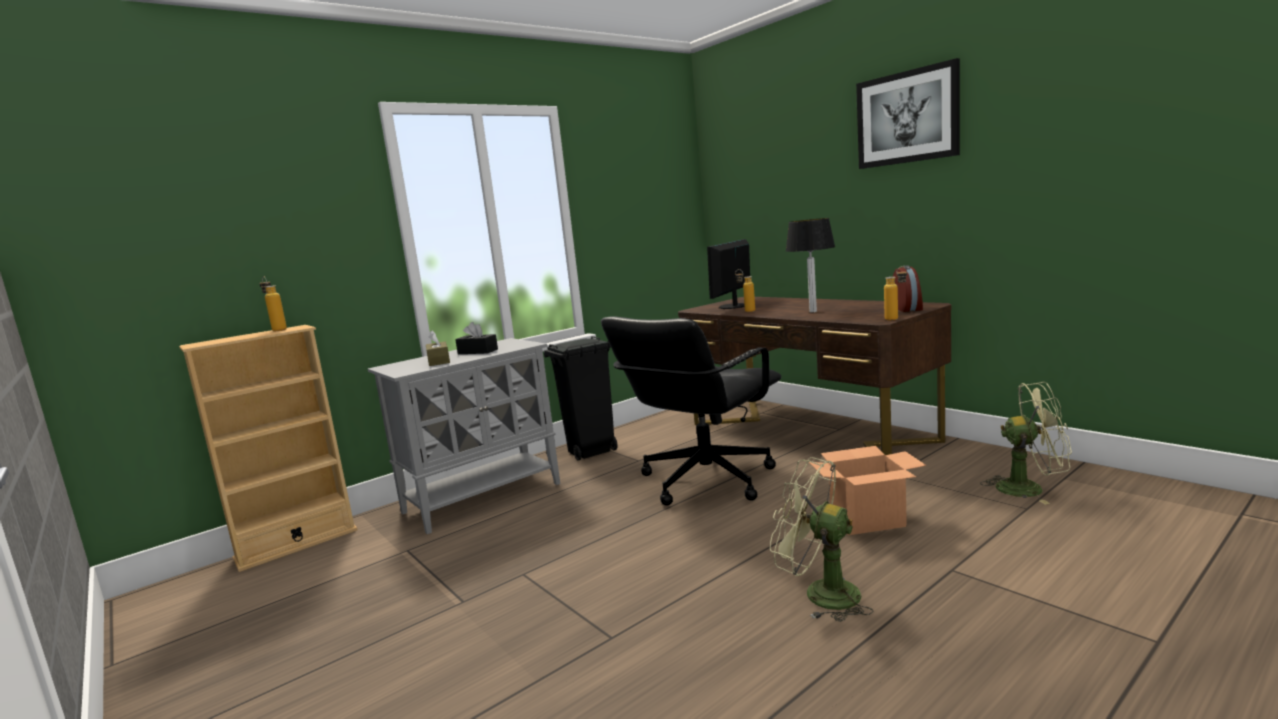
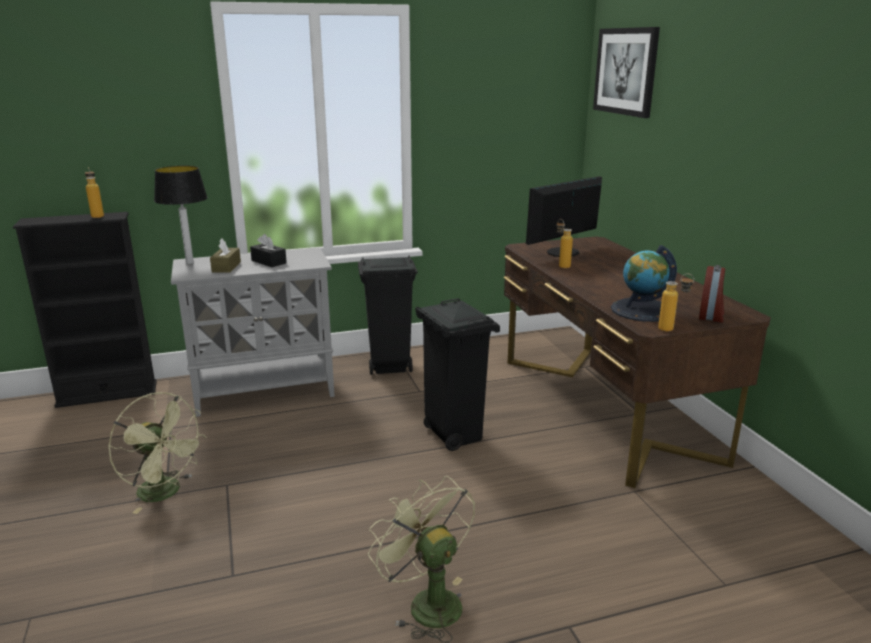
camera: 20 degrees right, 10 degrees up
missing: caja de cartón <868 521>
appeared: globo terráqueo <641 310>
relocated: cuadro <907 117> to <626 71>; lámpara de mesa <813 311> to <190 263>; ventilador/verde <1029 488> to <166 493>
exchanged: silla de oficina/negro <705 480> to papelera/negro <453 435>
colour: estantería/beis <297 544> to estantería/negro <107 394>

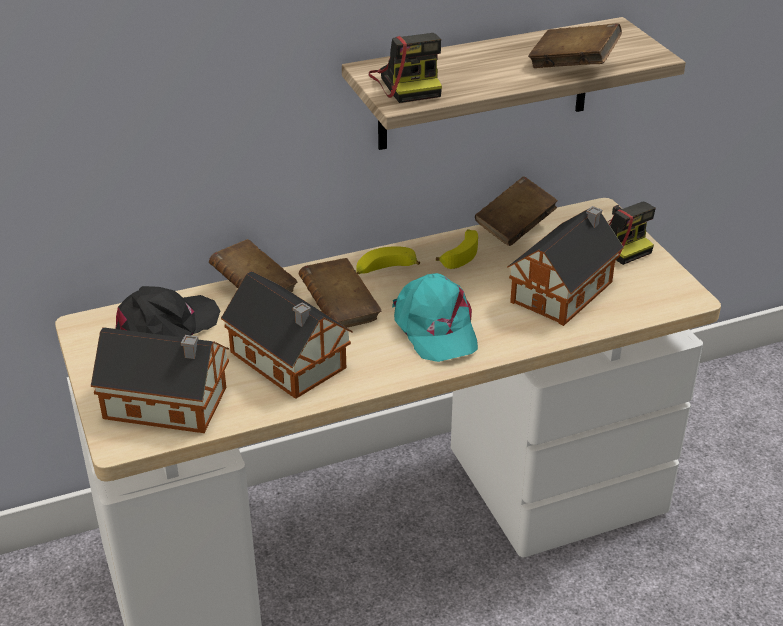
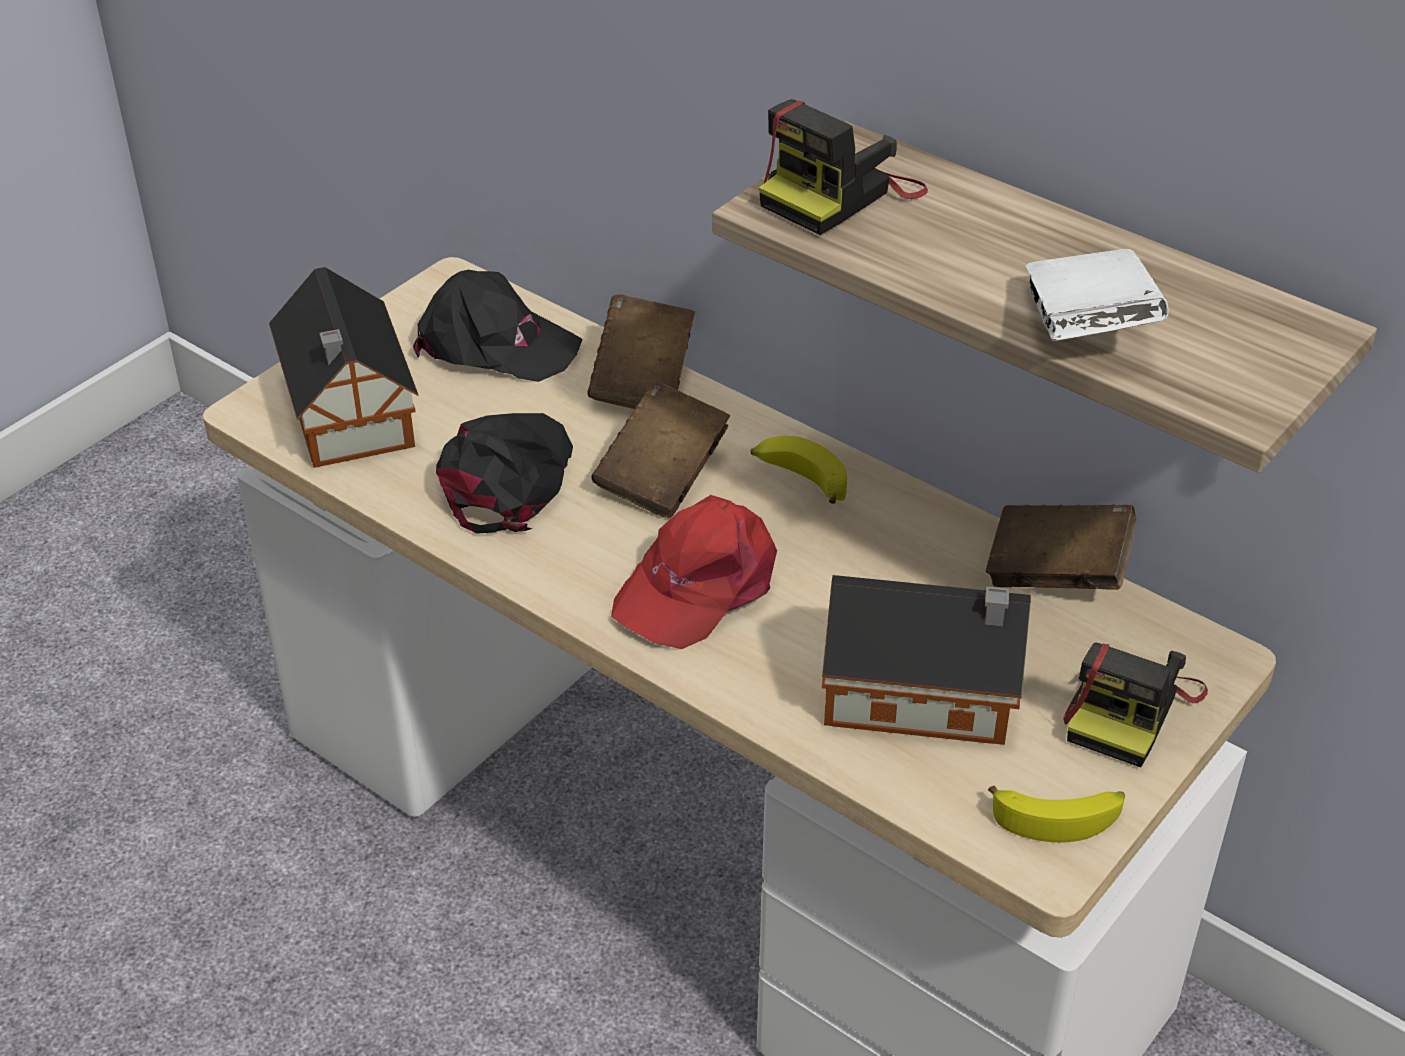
camera: 60 degrees right, 5 degrees up
relocated: plátano <459 253> to <1058 817>
exchanged: casita <290 363> to gorra/negro <507 479>
colour: libro/marrón <573 66> to libro/blanco <1087 329>; gorra/turquesa <435 328> to gorra/rojo <699 585>

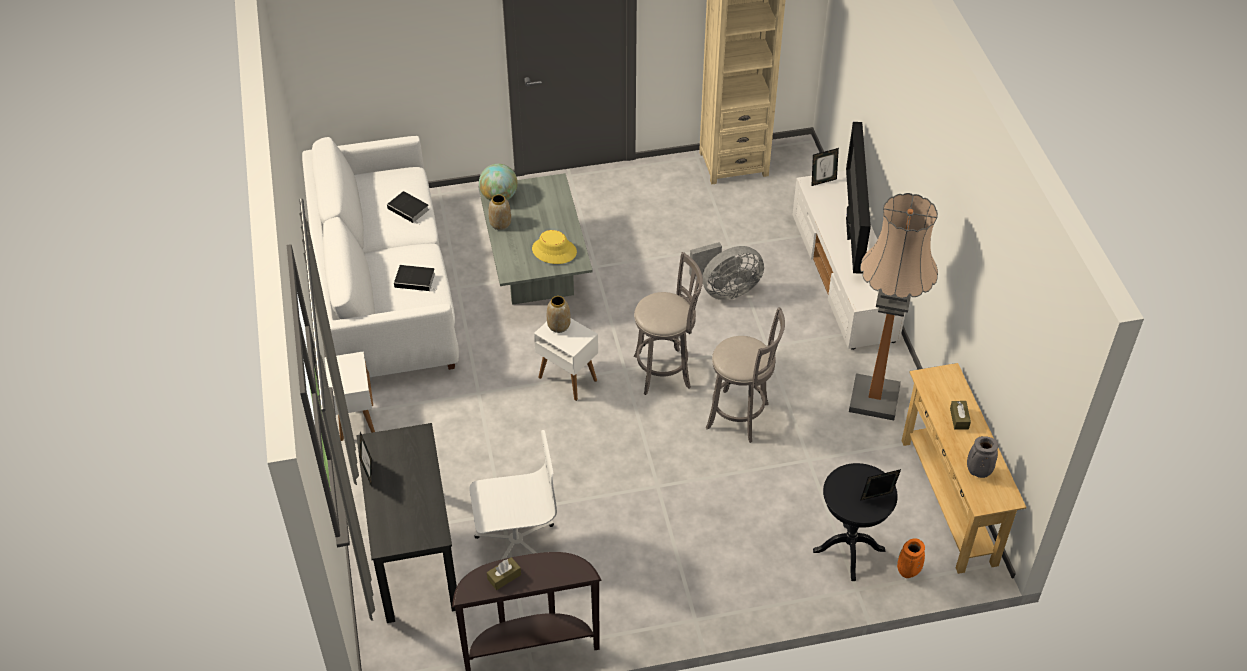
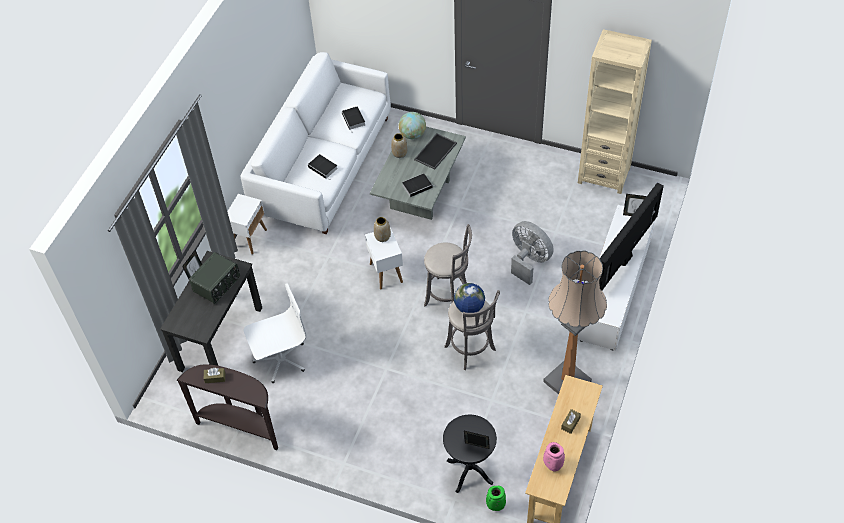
camera: 35 degrees right, 5 degrees up
appeared: bandeja <436 152>; radio <217 285>; globo terráqueo <469 307>
exchanged: sombrero/amarillo <554 251> to libro <418 186>
colour: florero/gris <978 472> to florero/rosa <552 465>; florero/naranja <908 572> to florero/verde <495 506>
spun: ventilador/gris <725 290> = <529 261> 150 degrees counterclockwise; silla de oficina/blanco <515 541> = <280 359> 45 degrees counterclockwise

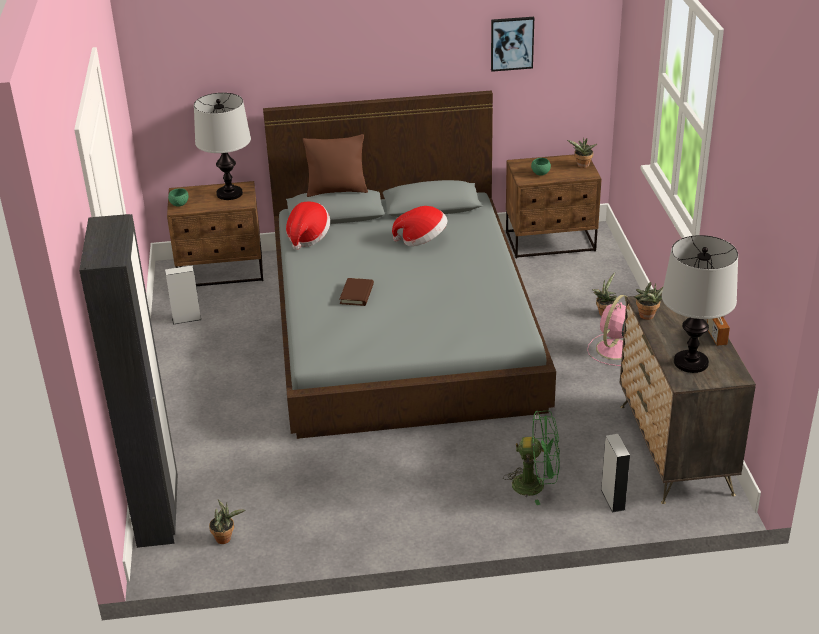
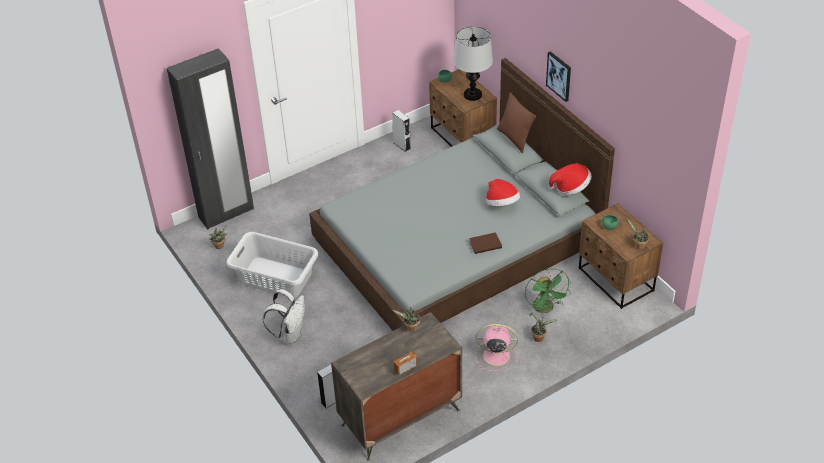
camera: 65 degrees right, 10 degrees up
missing: lámpara de mesa <691 362>
appeared: cesto de la ropa/gris <275 277>; mochila/blanco <290 334>
relocated: cuadro <511 43> to <559 76>; sombrero <307 237> to <571 188>; libro/marrón <357 294> to <485 245>; ventilador/verde <536 485> to <546 309>

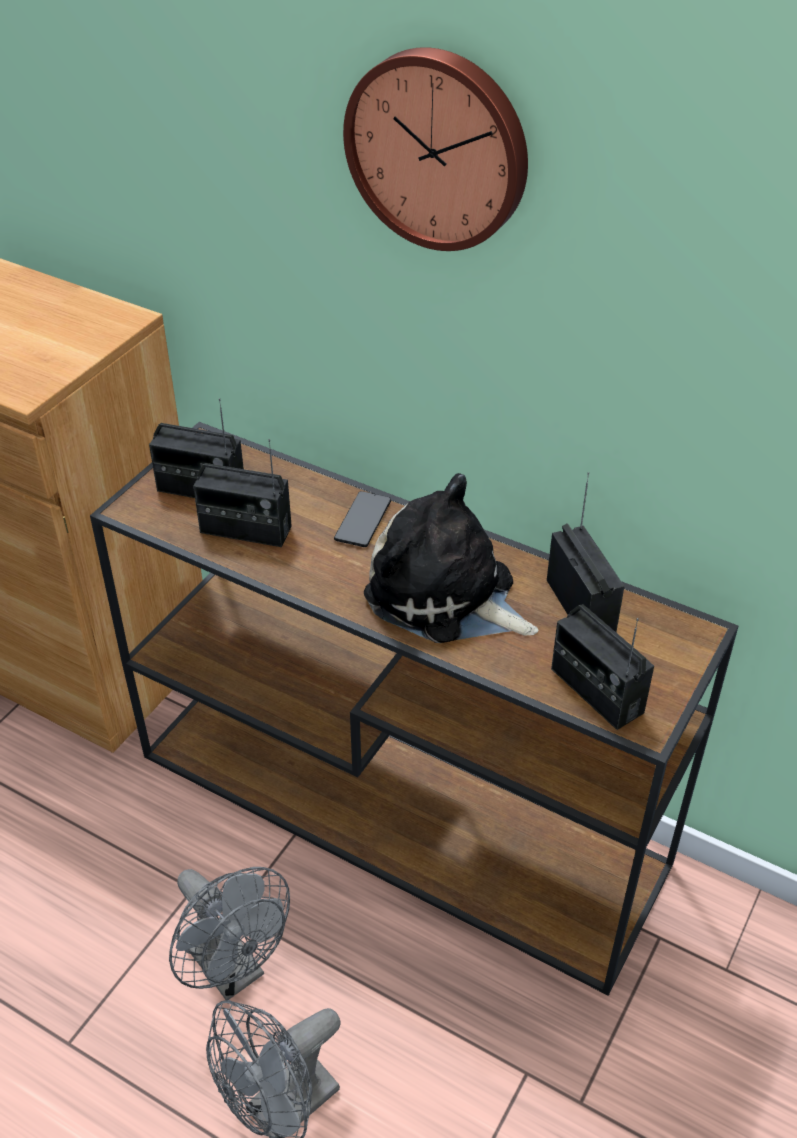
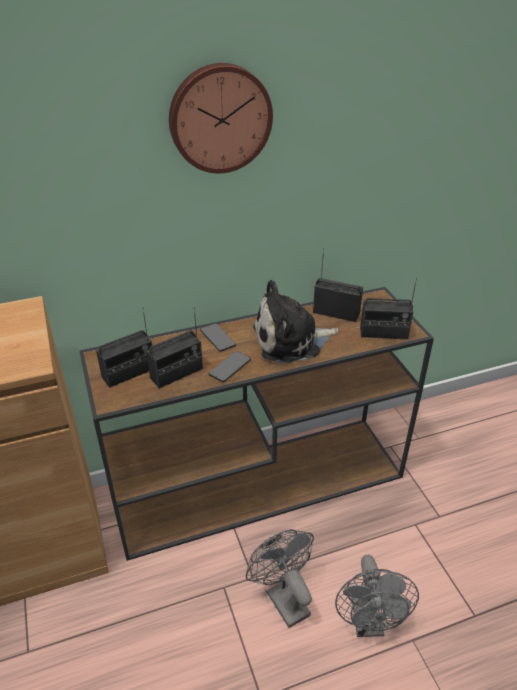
camera: 50 degrees left, 5 degrees down
appeared: móvil <230 367>
spun: ventilador/gris <233 970> = <283 598> 120 degrees counterclockwise

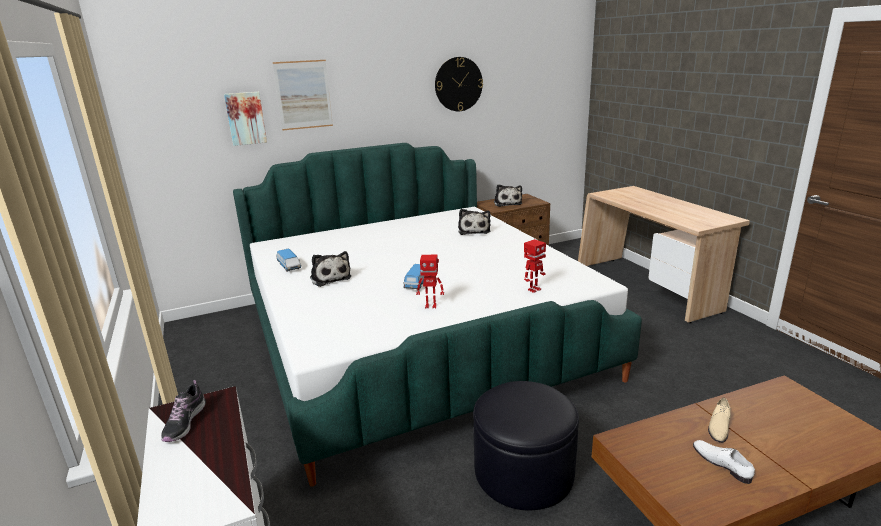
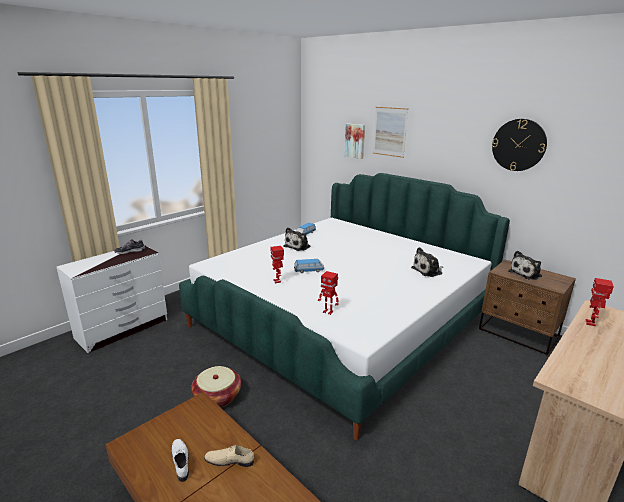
camera: 65 degrees right, 0 degrees up
appeared: robot de juguete <591 323>
exchanged: puf/negro <524 472> to cesta <217 397>
spun: zapato/blanco <722 463> = <181 460> 60 degrees counterclockwise

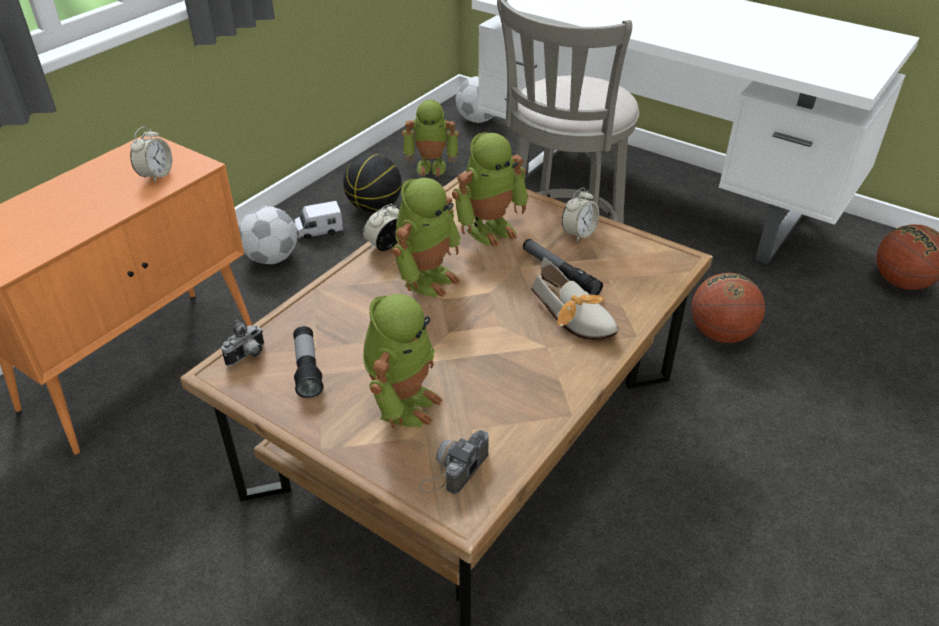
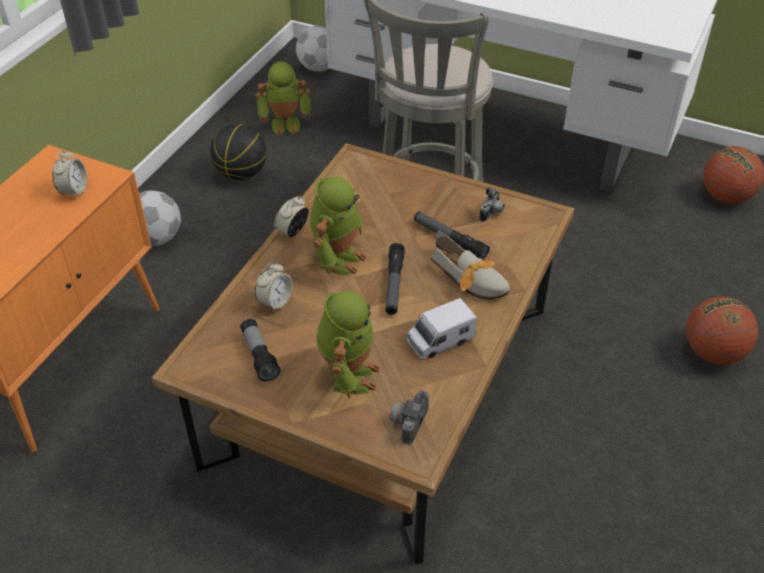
camera: 10 degrees left, 5 degrees up
missing: robot de juguete <490 229>
appeared: linterna <394 284>
relocated: despertador <578 233> to <275 302>; camión de juguete <319 230> to <440 340>; balón de baloncesto <721 334> to <713 352>; cámara <248 356> to <492 213>

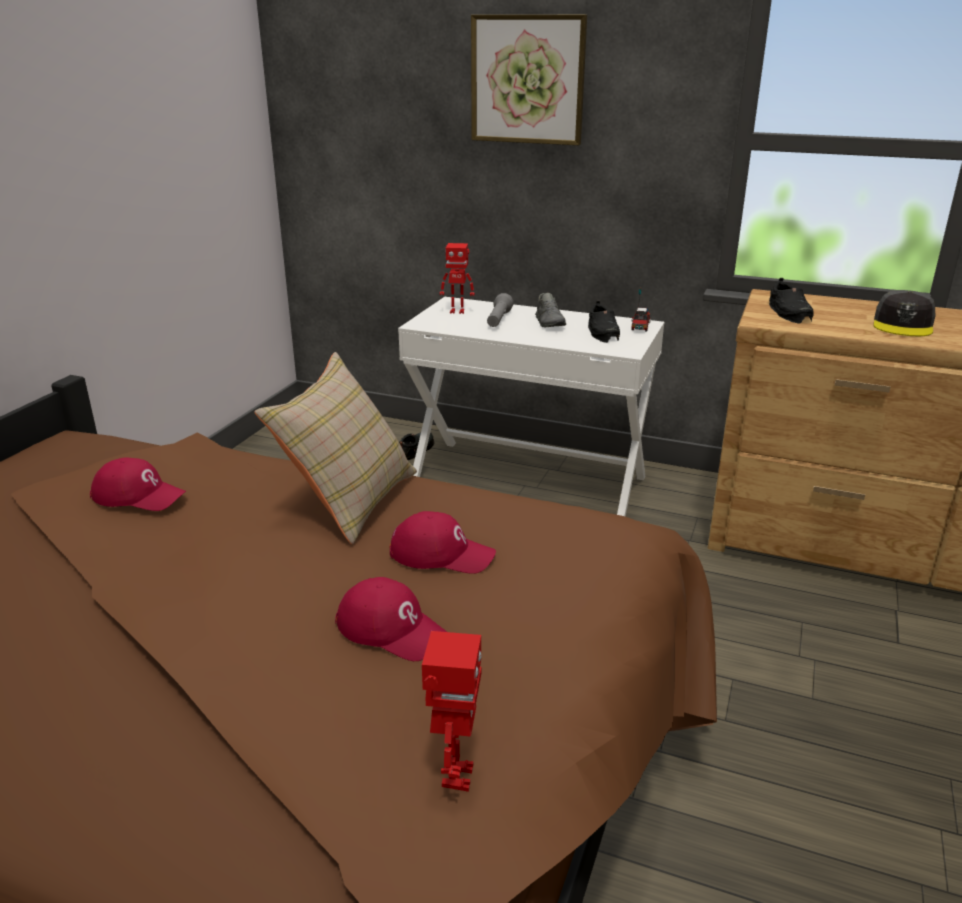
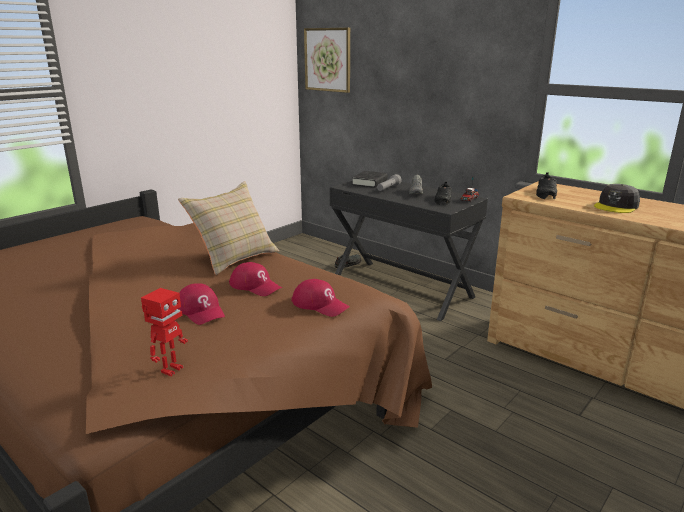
camera: 20 degrees right, 5 degrees down
relocated: cuadro <527 80> to <327 60>; gorra/rojo <139 495> to <320 304>
exchanged: robot de juguete <457 311> to libro/negro <369 182>
colour: escritorio/blanco <529 480> to escritorio/negro <402 288>

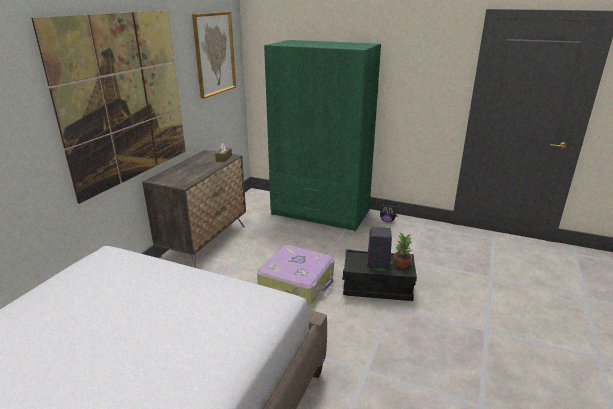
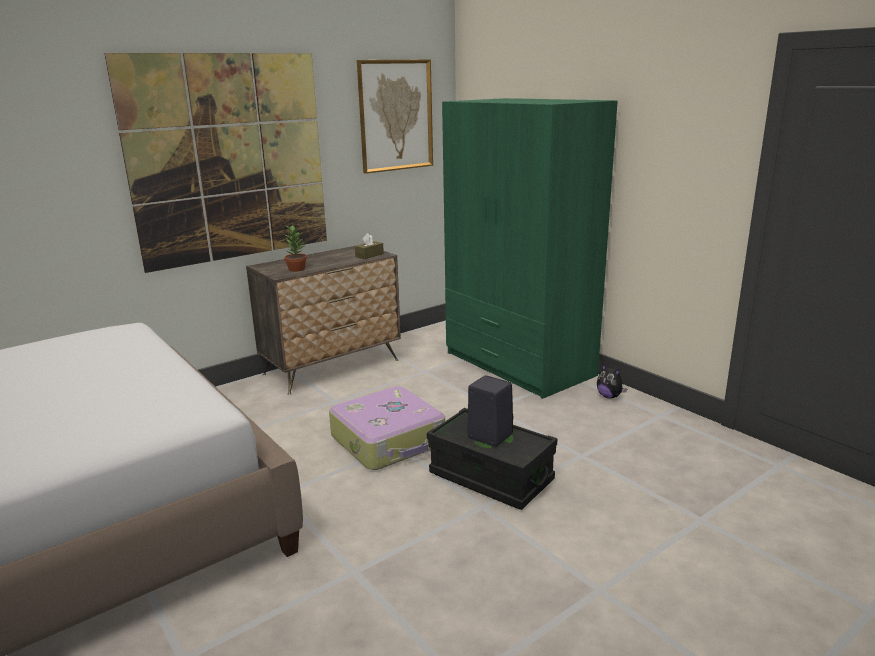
camera: 30 degrees right, 5 degrees down
relocated: planta en maceta <401 264> to <296 269>

